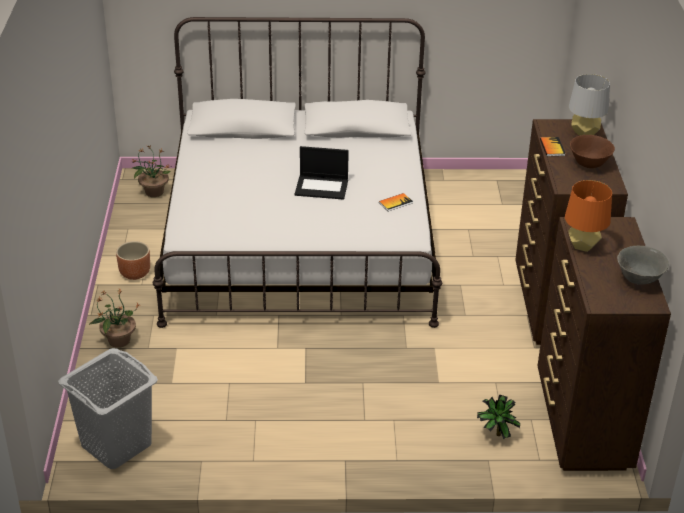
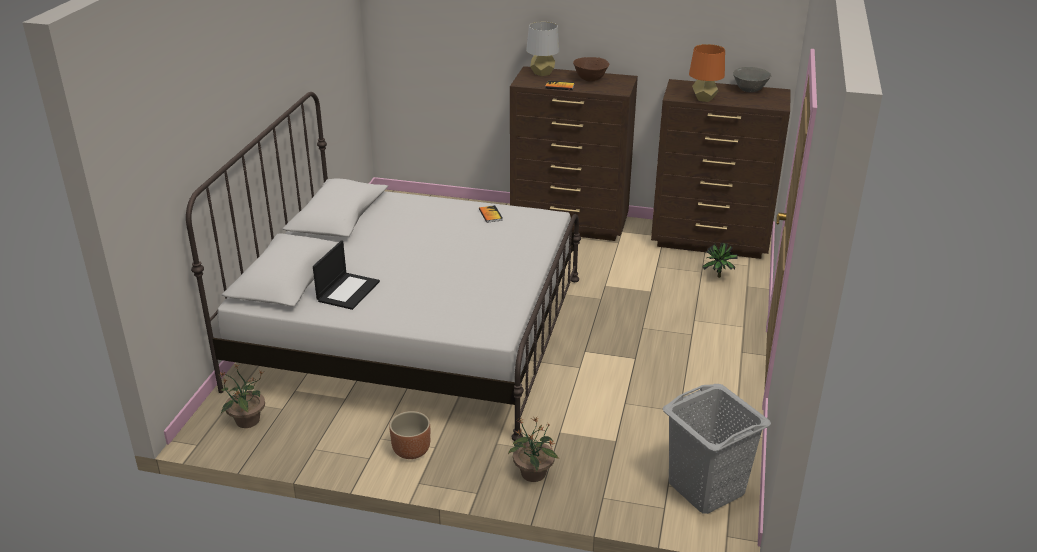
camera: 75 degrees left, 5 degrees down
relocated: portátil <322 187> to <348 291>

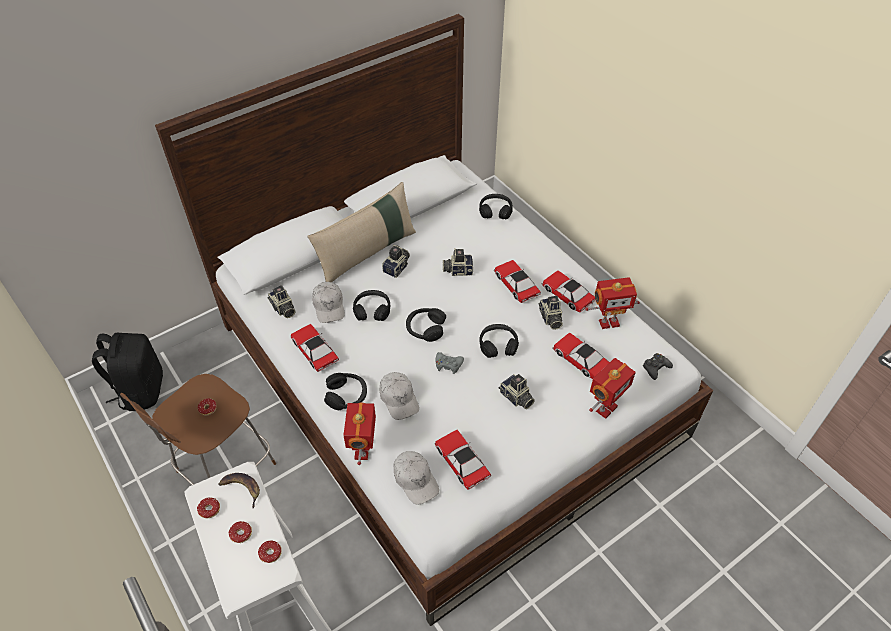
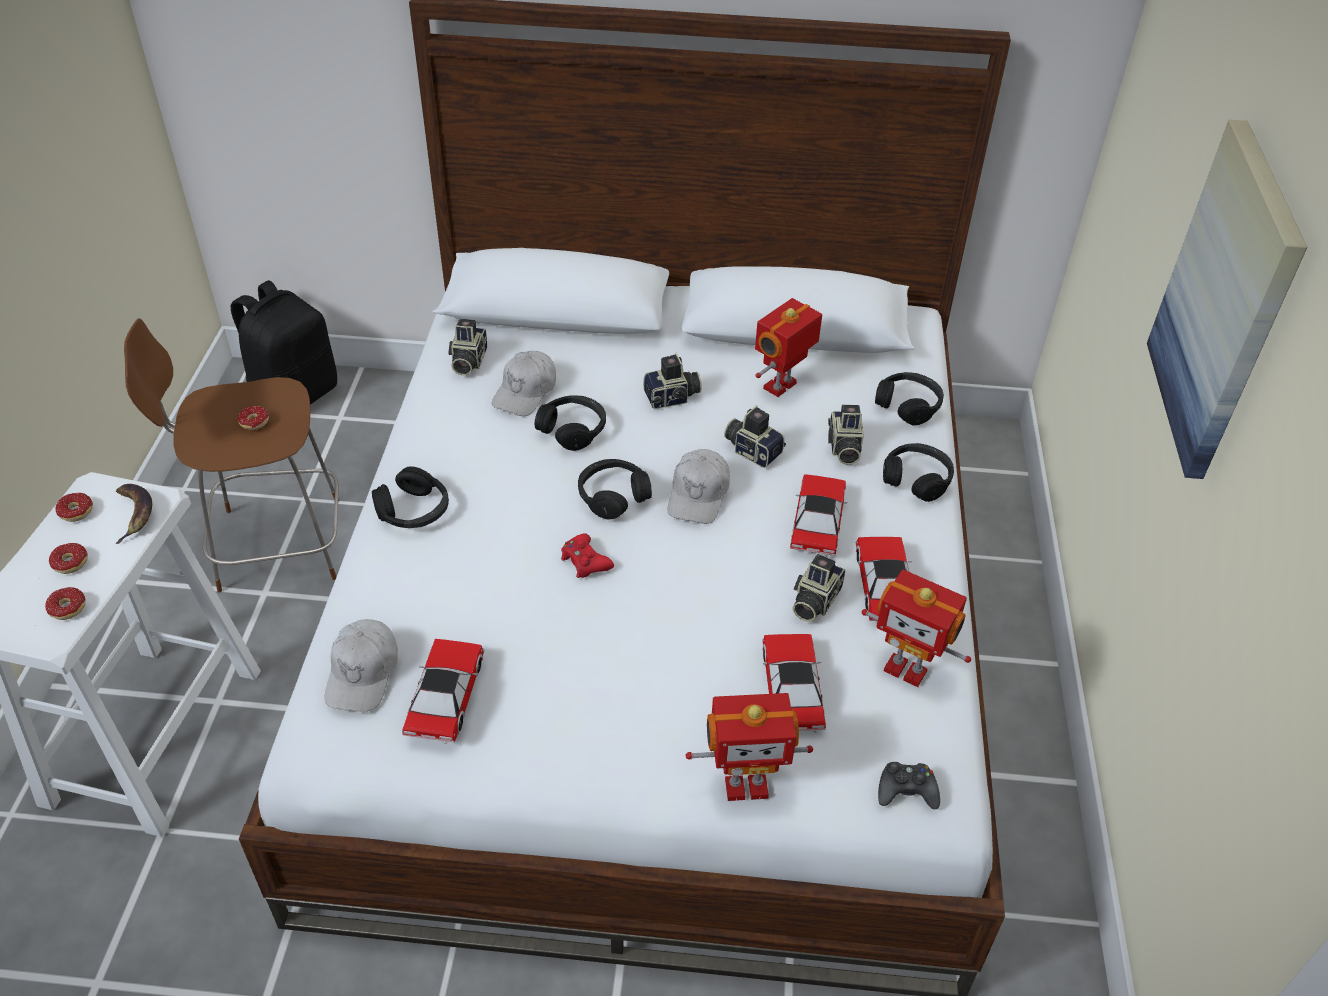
camera: 40 degrees right, 5 degrees down
missing: cojín/beis <367 253>; coche de juguete <315 351>
appeared: cuadro <1225 302>
relocated: auriculares/negro <498 345> to <916 479>; gorra/blanco <399 399> to <698 495>; cámara <516 398> to <843 448>; robot de juguete <363 451> to <781 387>
colour: mando de consola/gris <448 365> to mando de consola/rojo <585 561>

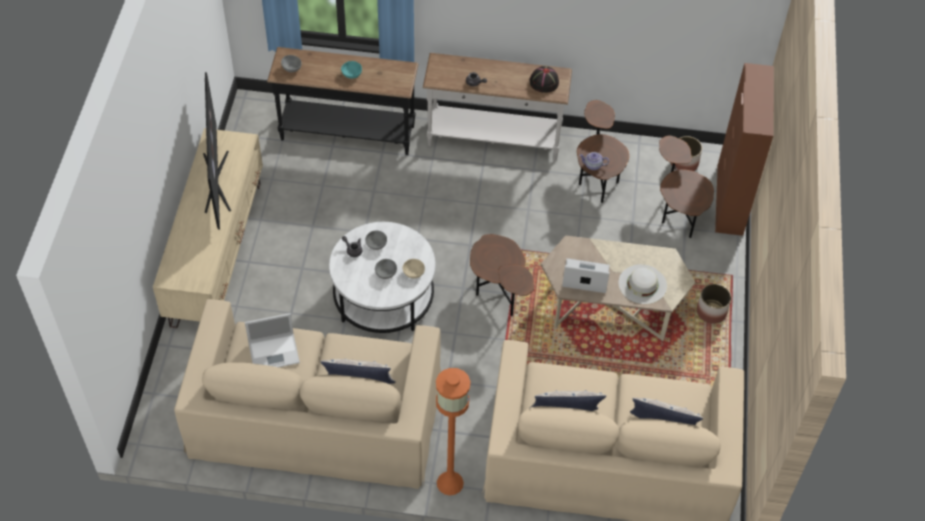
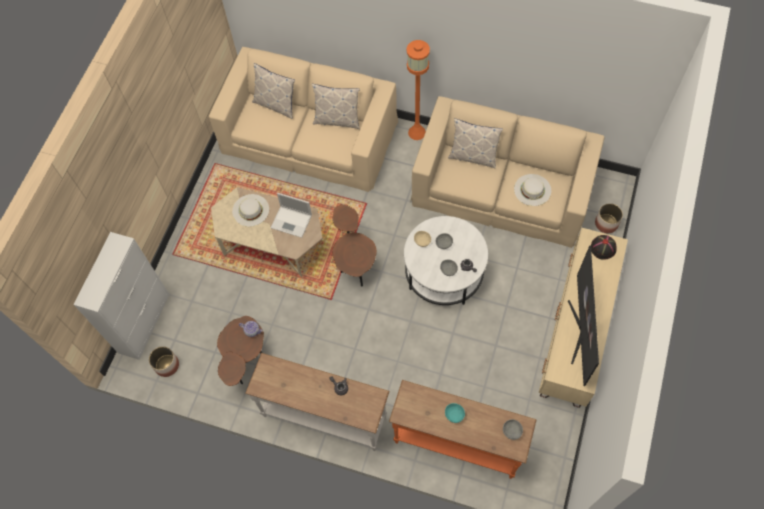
camera: 165 degrees left, 10 degrees up
missing: mesa auxiliar/marrón <676 212>
relocated: sombrero/negro <544 82> to <603 248>; maceta <711 312> to <606 223>
exchanged: portátil <275 352> to sombrero/blanco <532 190>
colour: mesa consola/negro <347 134> to mesa consola/naranja <457 442>; armario/marrón <729 200> to armario/blanco <144 322>

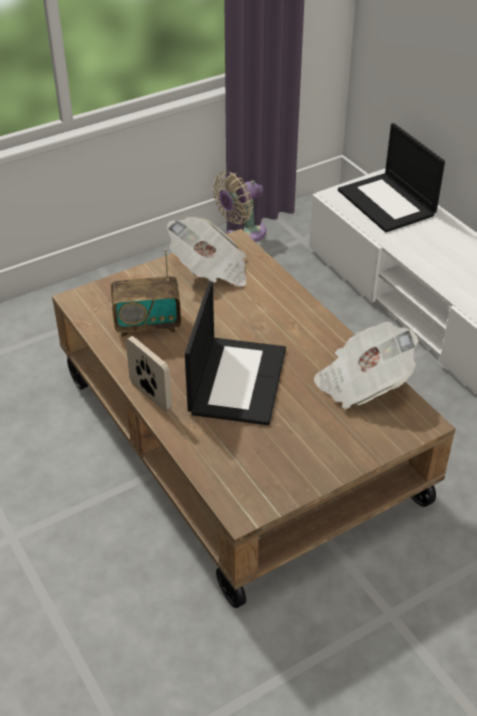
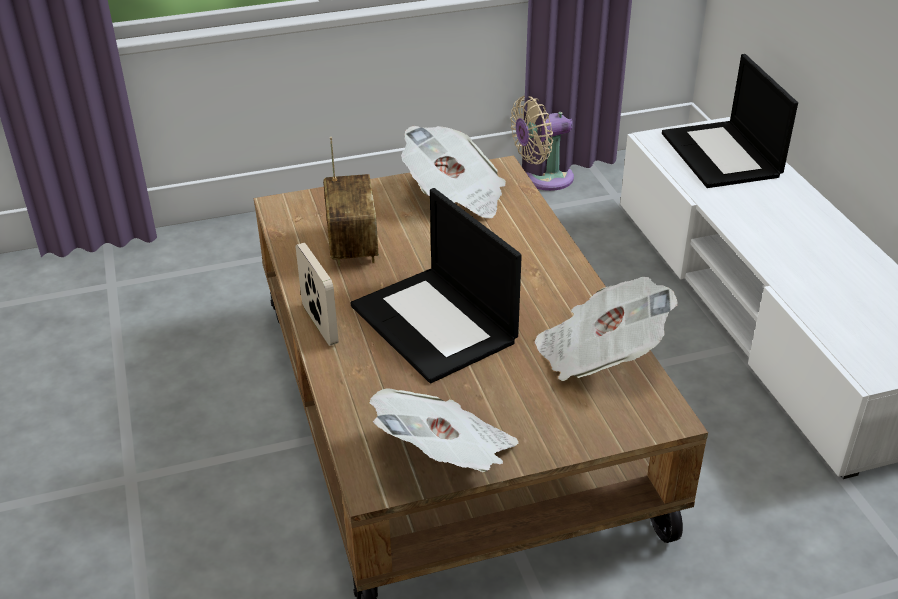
camera: 15 degrees right, 5 degrees down
appeared: periódico <447 456>
spun: radio <147 324> = <352 244> 105 degrees counterclockwise; portátil <237 379> = <435 324> 120 degrees clockwise

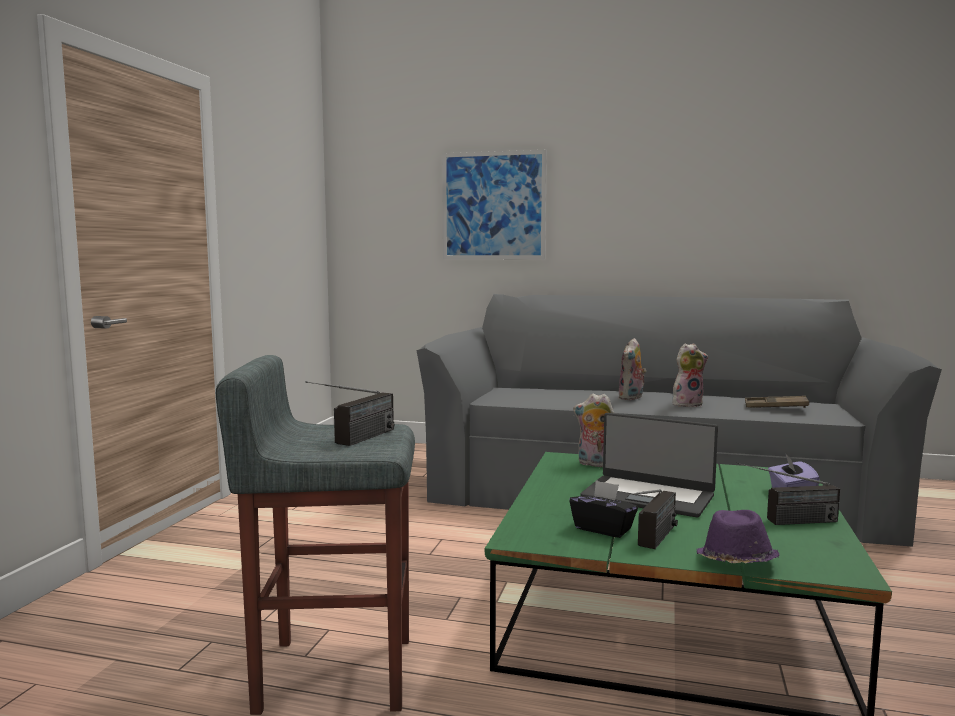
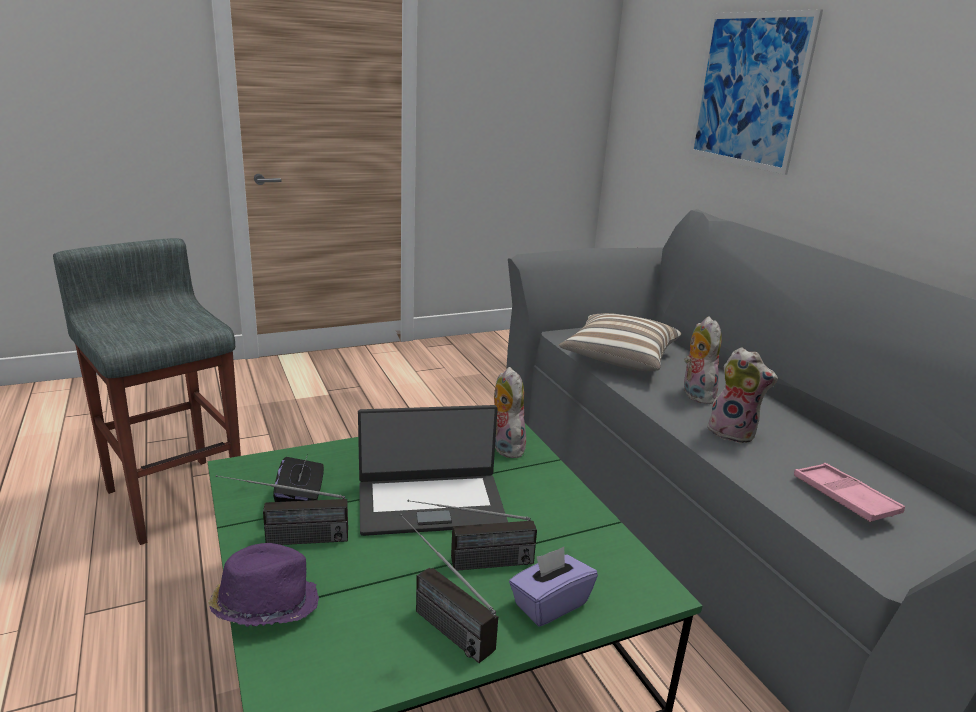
camera: 50 degrees right, 15 degrees up
appeared: cojín <618 359>
relocated: radio <354 441> to <470 564>
colour: bandeja/marrón <775 407> to bandeja/rosa <844 498>
spun: peluche <631 398> = <694 394> 90 degrees clockwise; portátil <648 496> = <430 503> 90 degrees counterclockwise

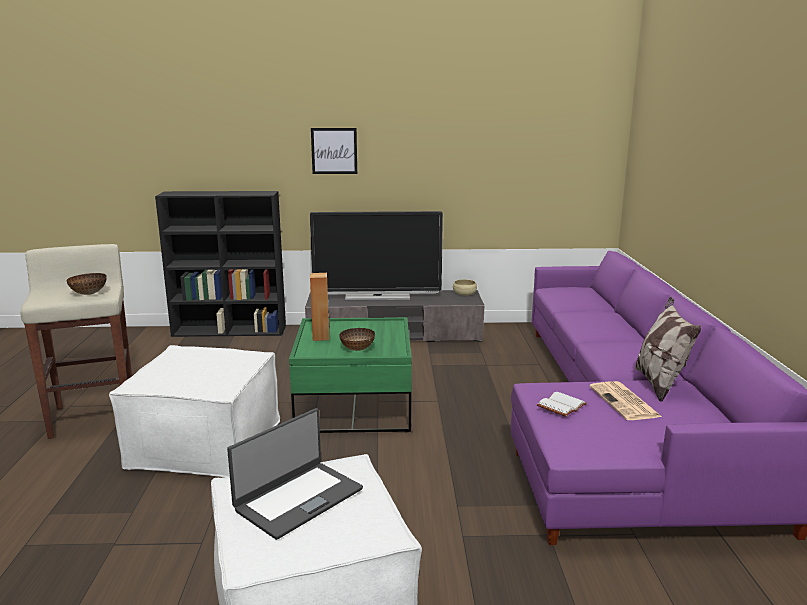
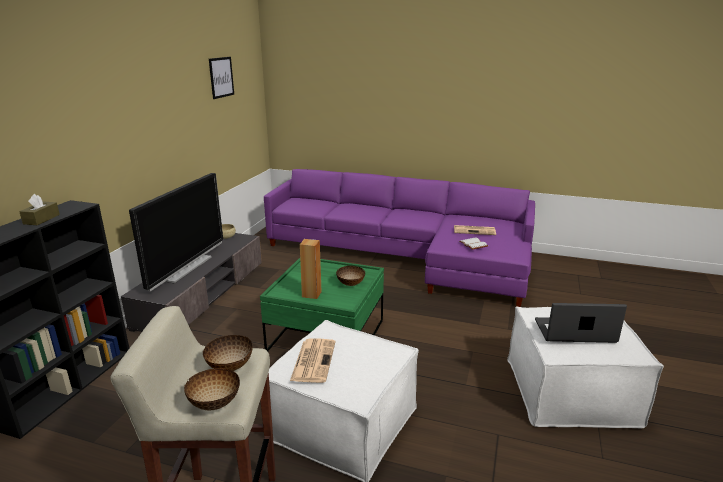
camera: 70 degrees left, 5 degrees up
missing: cojín <659 384>
appeared: caja de pañuelos/marrón <41 219>; periódico <313 360>; cuenco <215 403>
relocated: cuadro <334 151> to <221 77>
spun: portátil <298 499> = <575 332> 60 degrees counterclockwise

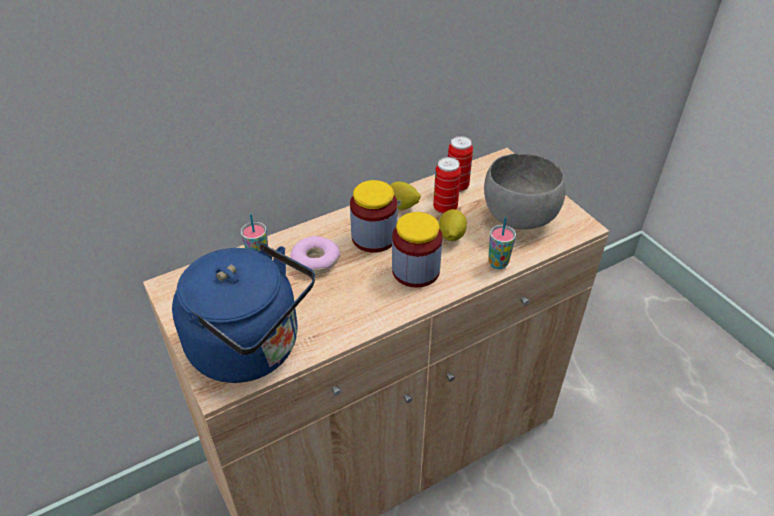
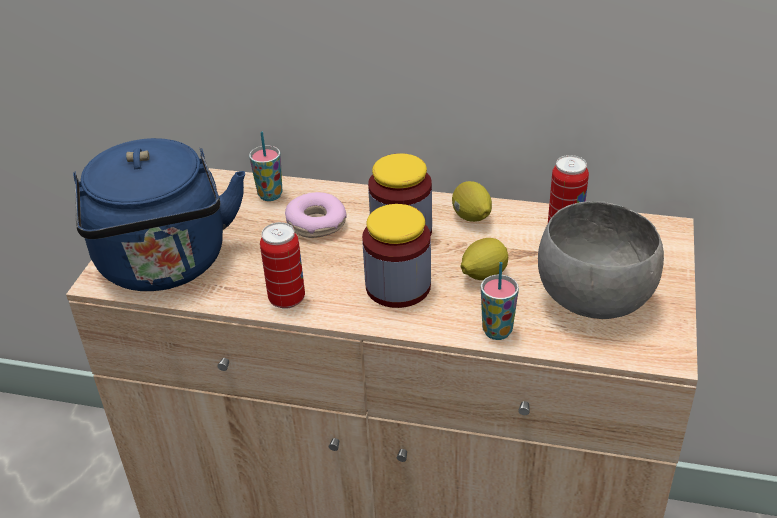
camera: 45 degrees right, 5 degrees down
relocated: lata <445 208> to <287 299>

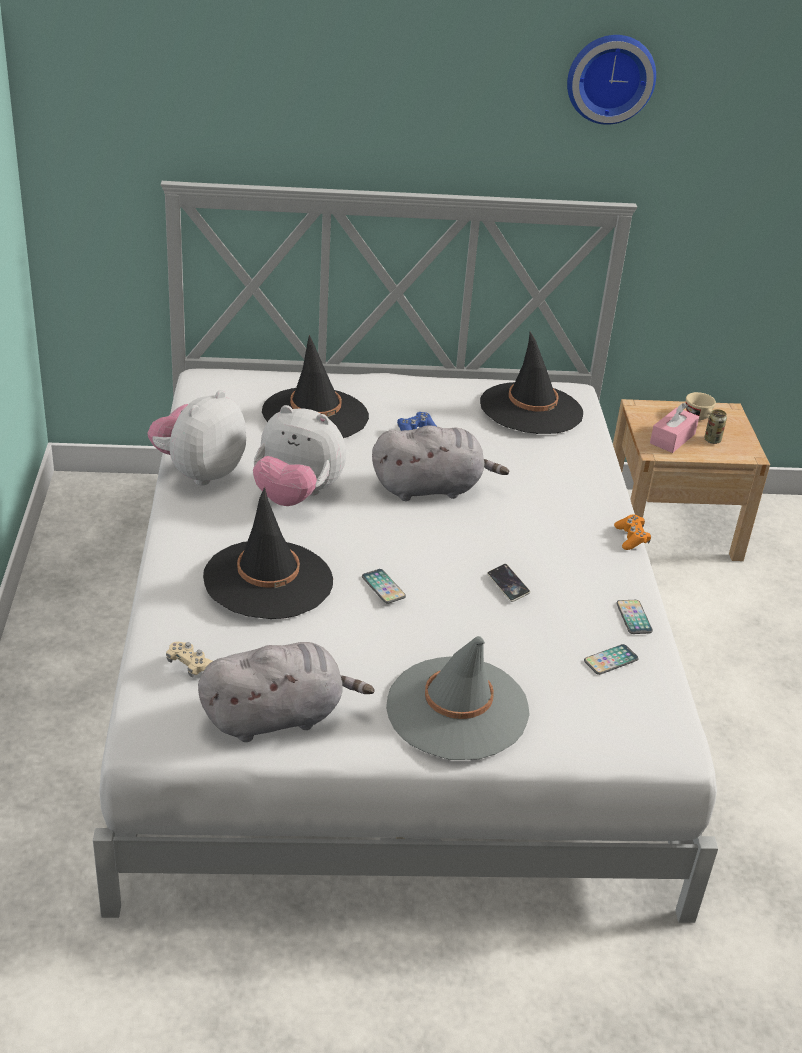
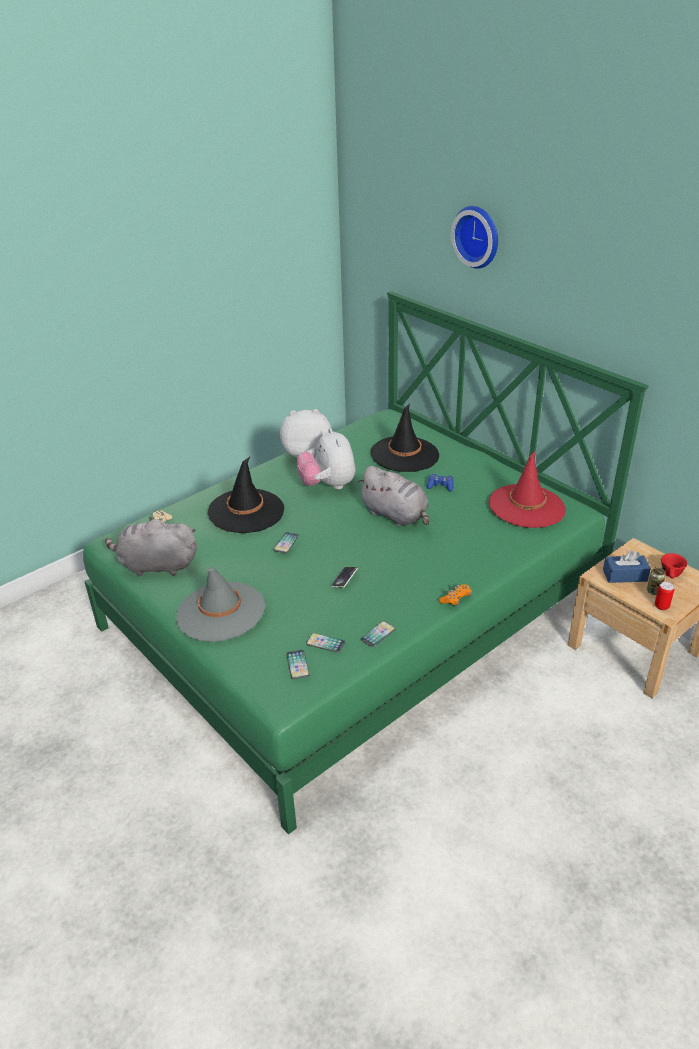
camera: 55 degrees right, 0 degrees up
appeared: lata <661 606>; móvil <297 665>
relocated: reloj de pared <610 77> to <478 236>
colour: cama/blanco <388 661> to cama/verde <351 611>; sombrero/negro <531 409> to sombrero/rojo <526 506>; taza/beis <700 418> to taza/rojo <671 575>; caja de pañuelos/rosa <672 438> to caja de pañuelos/azul <624 575>
spun: peluche/gris <278 717> = <156 566> 150 degrees clockwise

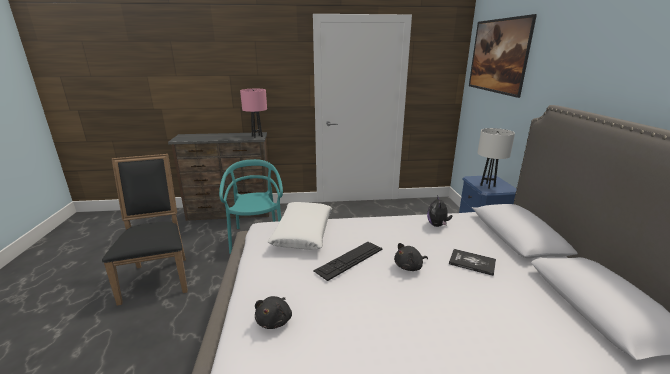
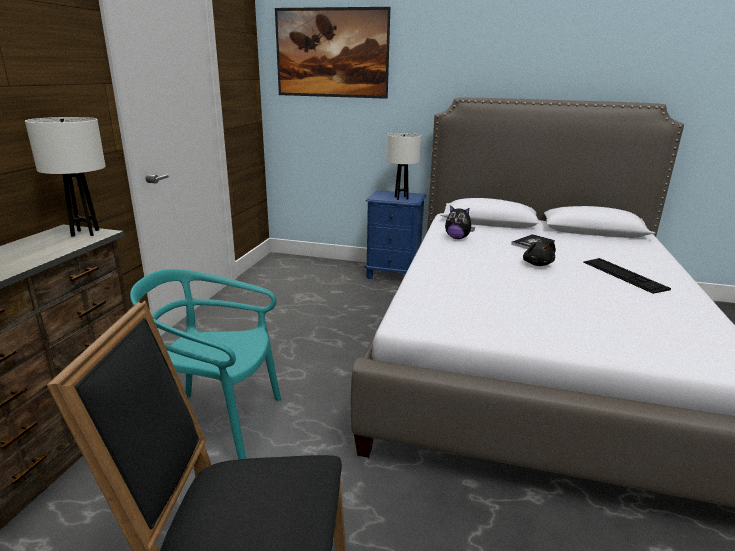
camera: 70 degrees left, 0 degrees up
missing: cojín/blanco <303 232>; peluche/negro <275 320>
relocated: teclado <349 259> to <623 275>
colour: lámpara de mesa/rosa <257 136> to lámpara de mesa/blanco <85 233>

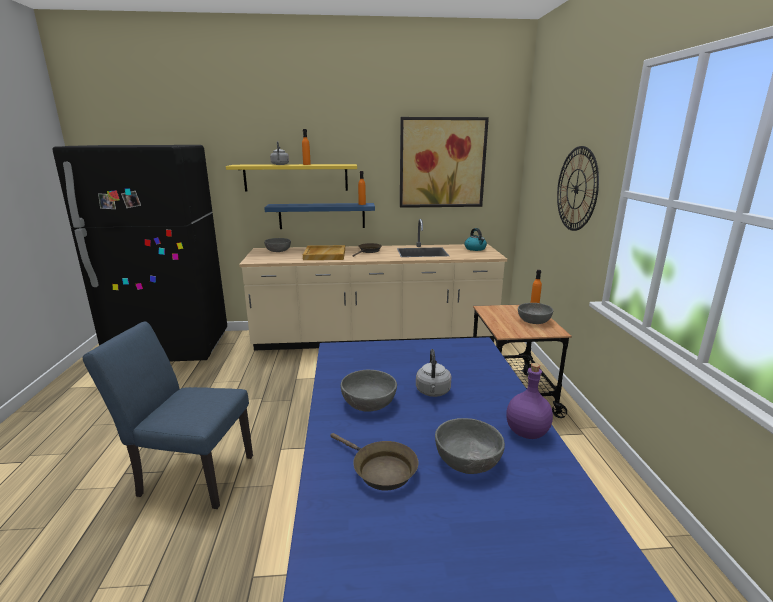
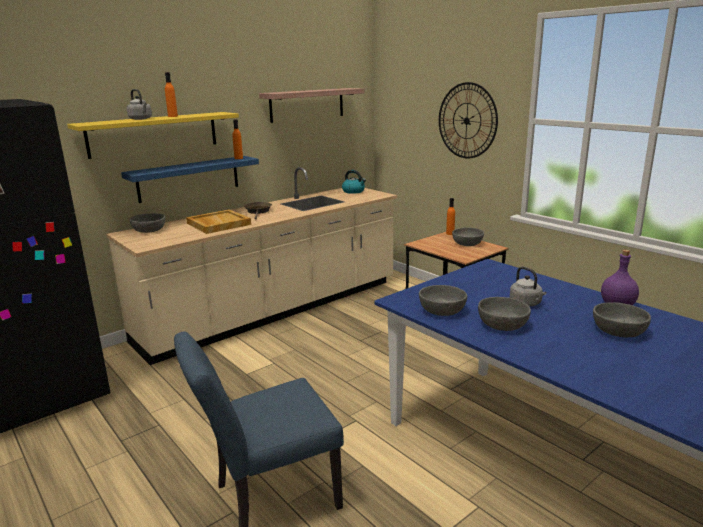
camera: 35 degrees left, 0 degrees up
missing: sartén/marrón <380 470>
appeared: cuenco/gris <442 310>
exchanged: cuadro <442 163> to estante <307 104>

